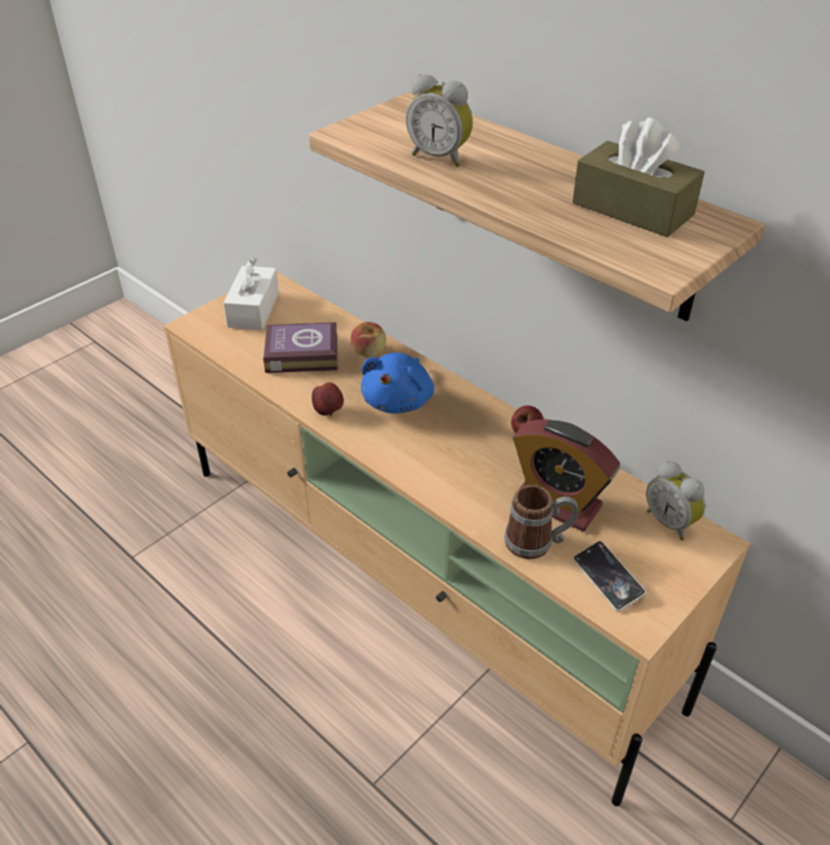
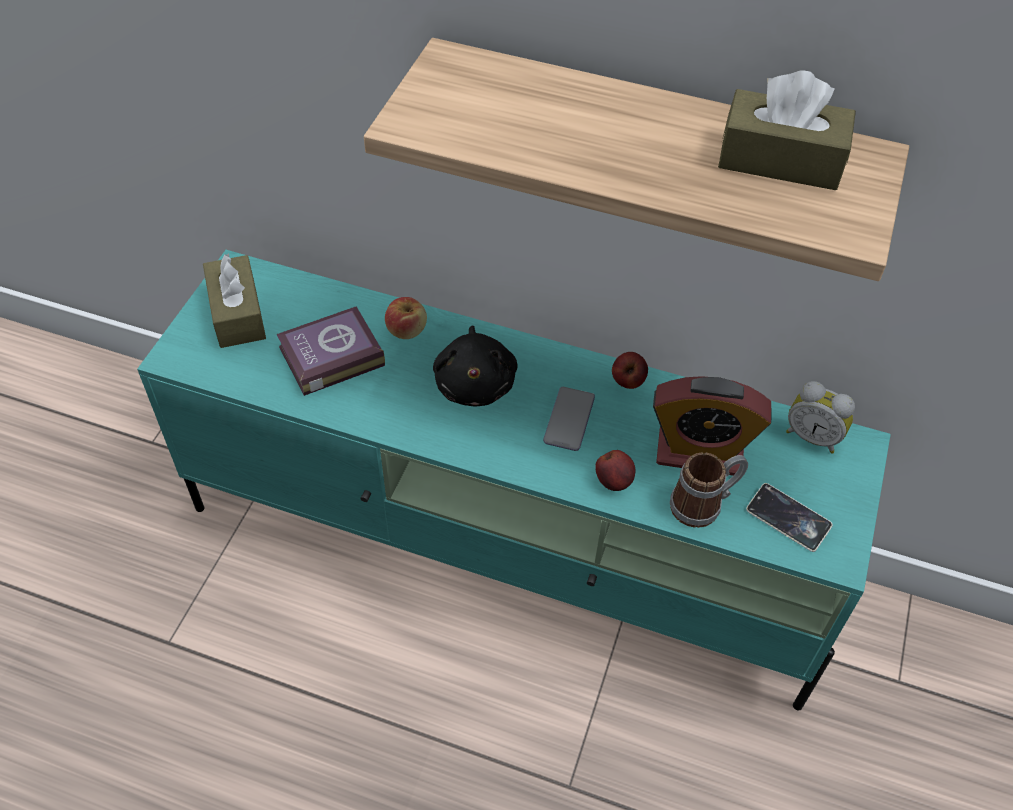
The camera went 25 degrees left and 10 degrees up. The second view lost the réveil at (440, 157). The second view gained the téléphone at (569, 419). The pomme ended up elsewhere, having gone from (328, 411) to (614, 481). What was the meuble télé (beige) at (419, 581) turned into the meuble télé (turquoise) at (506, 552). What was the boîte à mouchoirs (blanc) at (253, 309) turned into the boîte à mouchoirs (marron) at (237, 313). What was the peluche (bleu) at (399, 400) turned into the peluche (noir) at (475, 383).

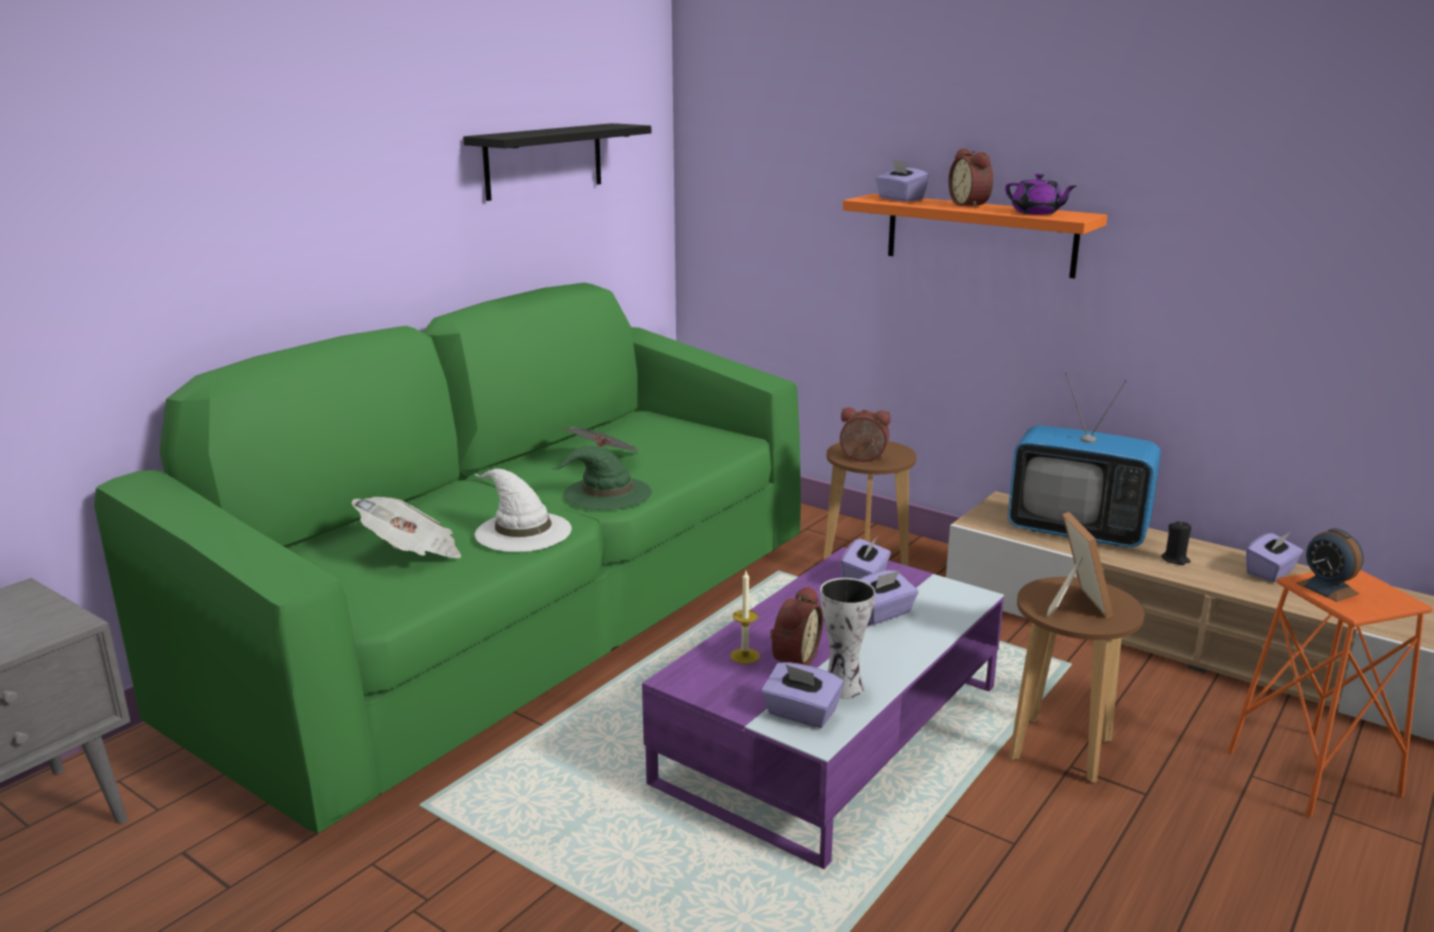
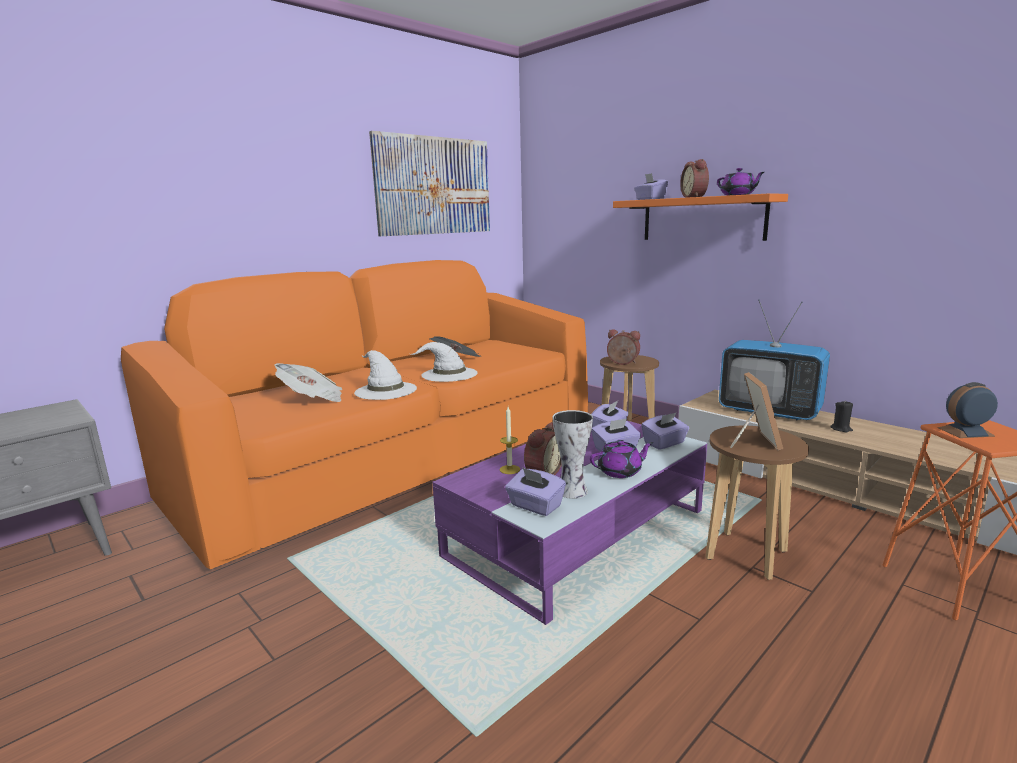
The camera went 10 degrees right and 5 degrees down. The second view gained the théière (violet) at (620, 472). The boîte à mouchoirs (violet) ended up elsewhere, having gone from (1270, 572) to (664, 443). Where the étagère (noir) hung at (544, 160), the tableau came to hang at (434, 186). What was the canapé (vert) at (521, 622) turned into the canapé (orange) at (400, 458). What was the chapeau (vert) at (606, 493) turned into the chapeau (blanc) at (448, 374). The réveil at (1327, 588) ended up facing another way, 105 degrees clockwise from before.

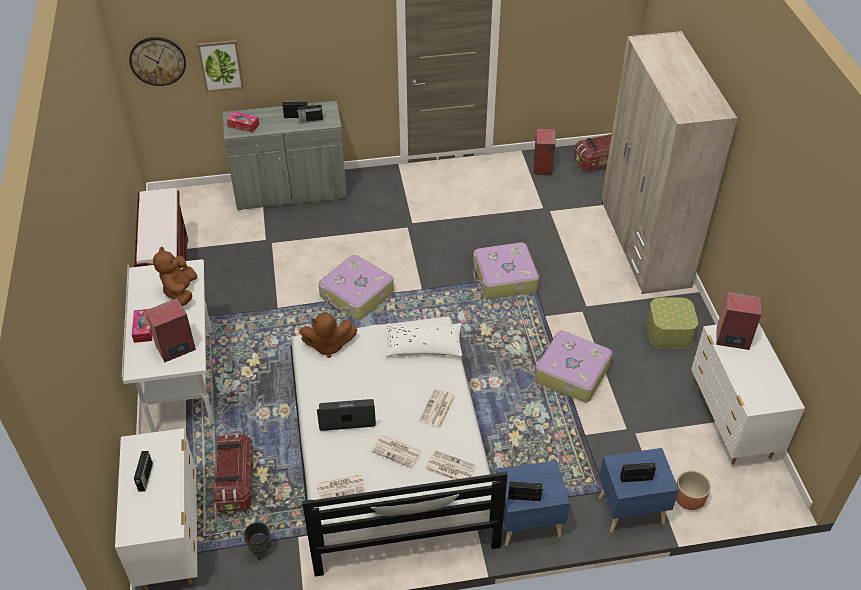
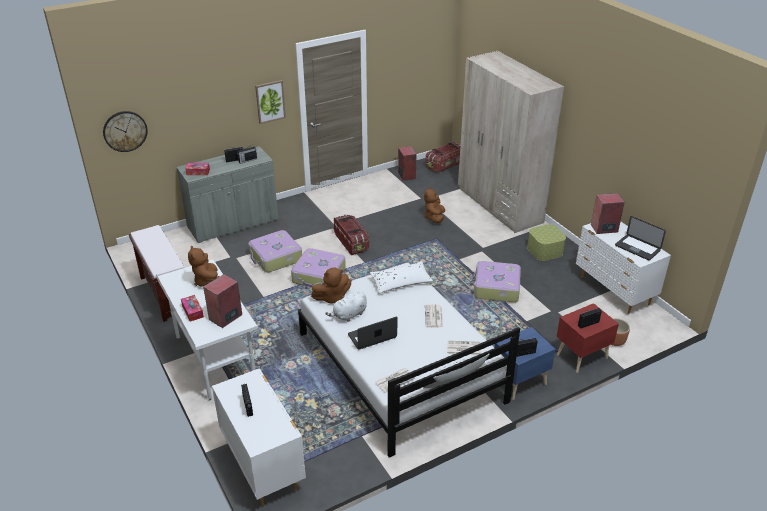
The camera went 20 degrees left and 10 degrees down. The second view lost the cache-pot (noir) at (261, 550). The second view lost the journal at (397, 451). The second view gained the peluche (blanc) at (349, 315). The second view gained the peluche (marron) at (434, 218). The second view gained the ordinateur portable at (637, 248). The tableau ended up elsewhere, having gone from (221, 65) to (270, 101). The boîte de rangement ended up elsewhere, having gone from (236, 482) to (351, 242). The valise ended up elsewhere, having gone from (504, 278) to (275, 257). What was the table de chevet (bleu) at (629, 509) turned into the table de chevet (rouge) at (581, 356).

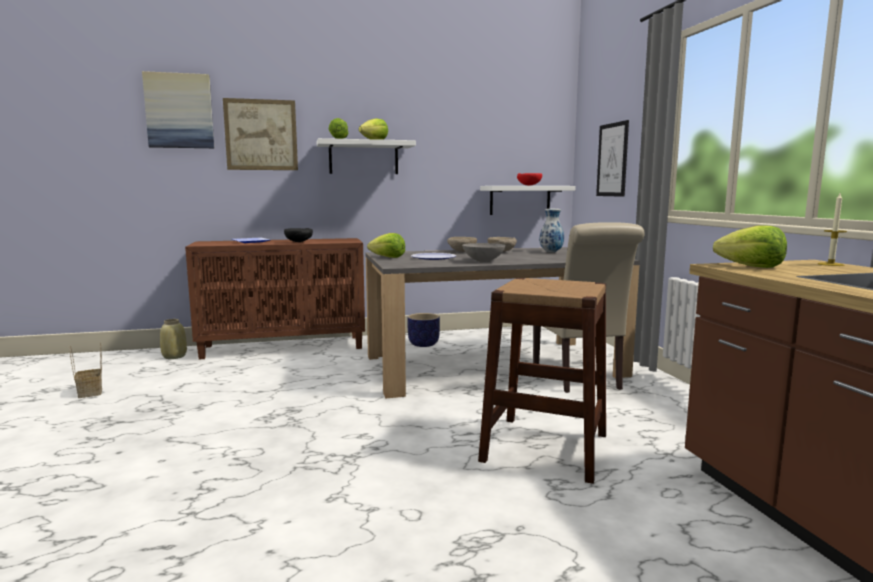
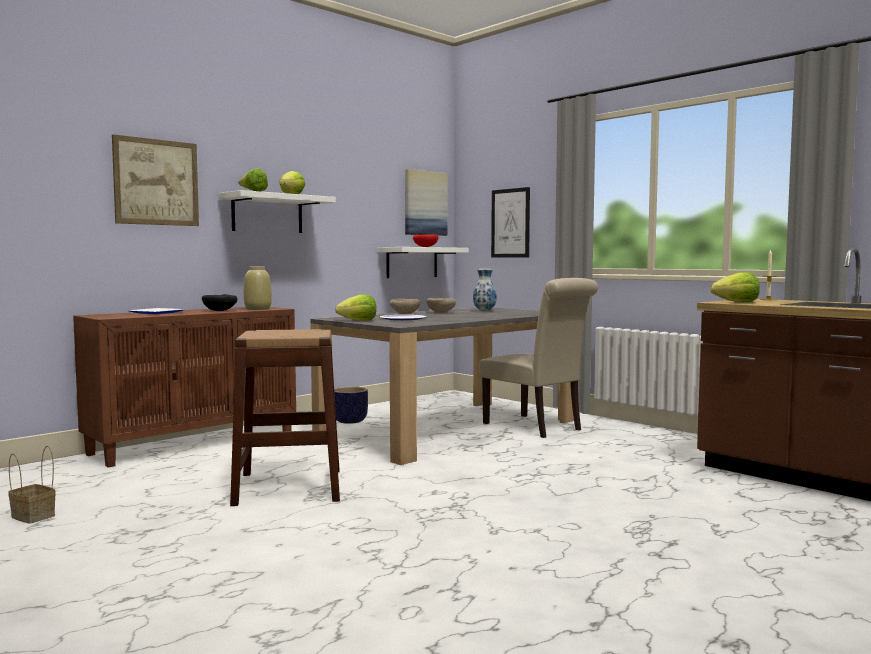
The camera went 30 degrees left and 5 degrees down. The second view lost the bol (gris) at (483, 261). The tableau ended up elsewhere, having gone from (179, 111) to (425, 203). The vase (beige) ended up elsewhere, having gone from (174, 356) to (257, 309). The tabouret (marron) ended up elsewhere, having gone from (545, 447) to (288, 487).

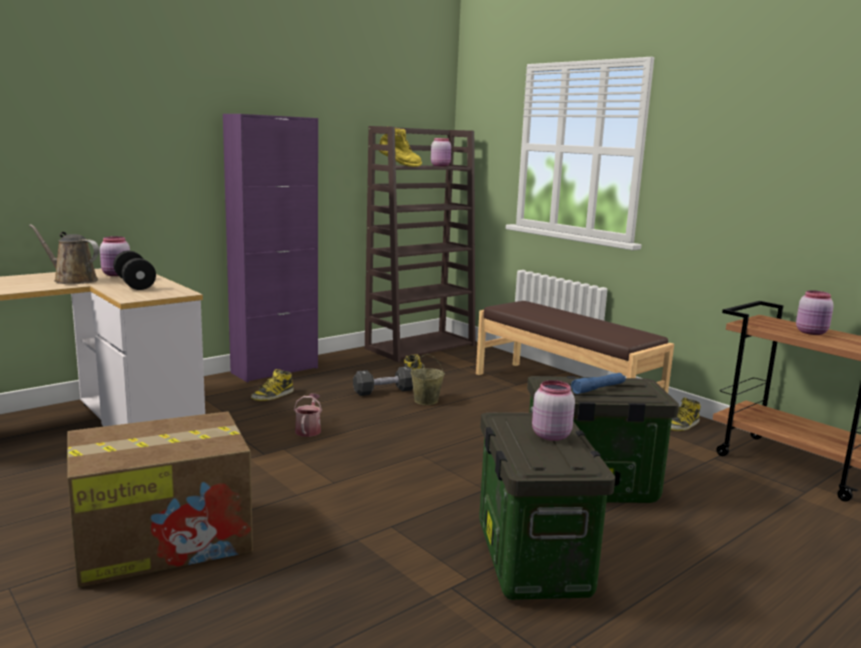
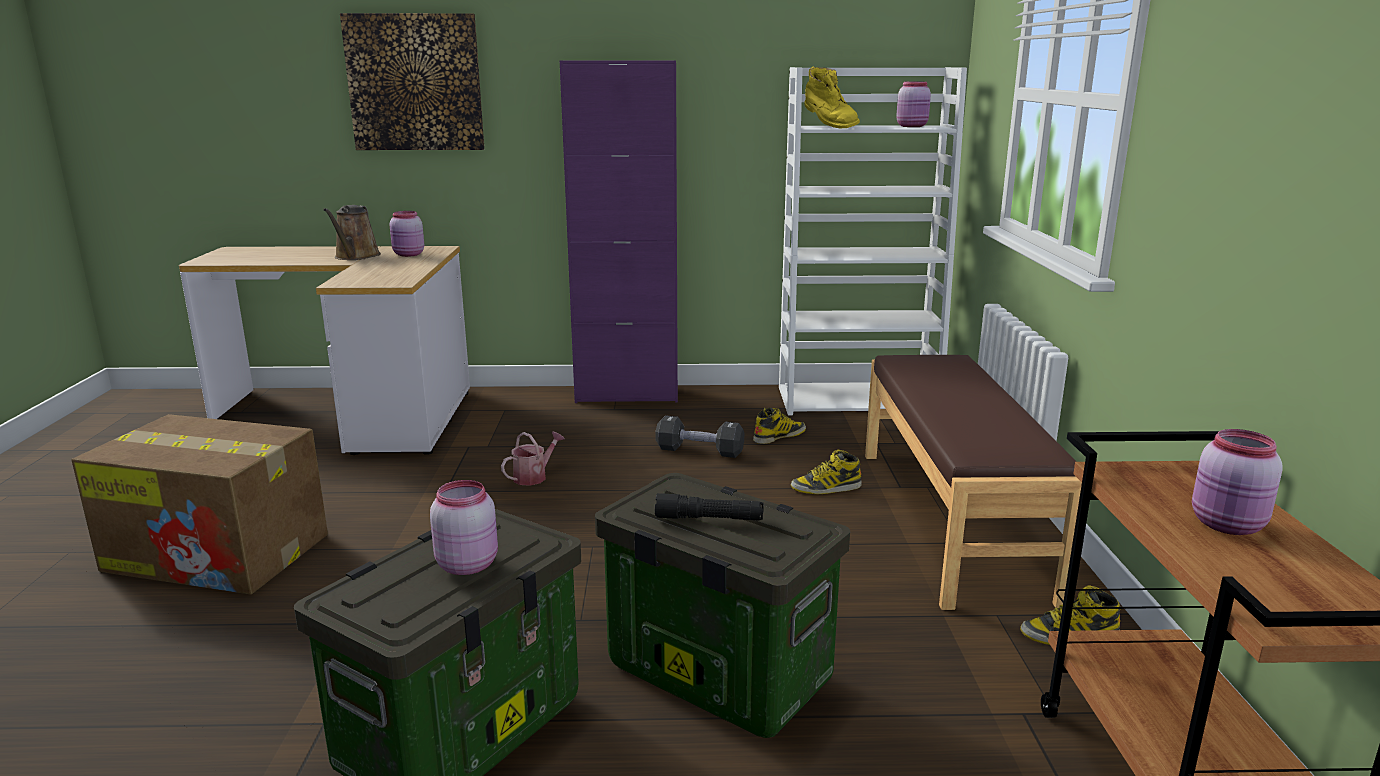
The camera went 40 degrees right and 5 degrees up. The second view lost the haltère (noir) at (135, 284). The second view lost the seau (beige) at (425, 401). The second view gained the tableau at (415, 83). The botte ended up elsewhere, having gone from (273, 396) to (826, 488). What was the bibliothèque (marron) at (421, 346) turned into the bibliothèque (blanc) at (859, 400). What was the lampe de poche (bleu) at (598, 388) turned into the lampe de poche (noir) at (709, 519). The arrosoir (marron) at (72, 280) ended up facing another way, 150 degrees counterclockwise from before.

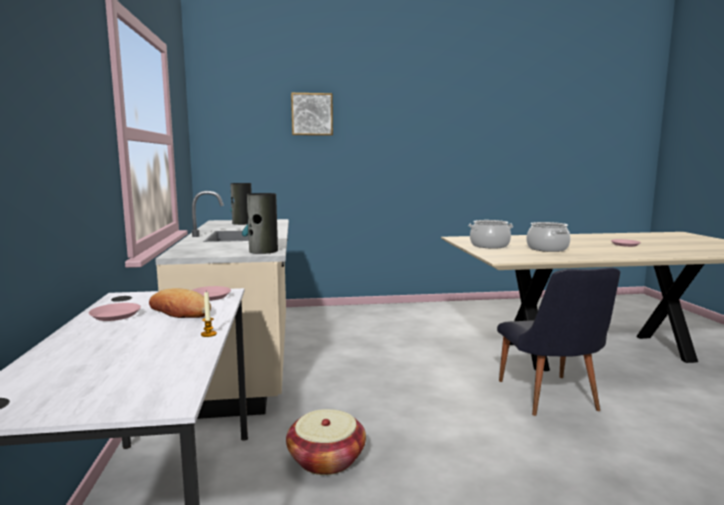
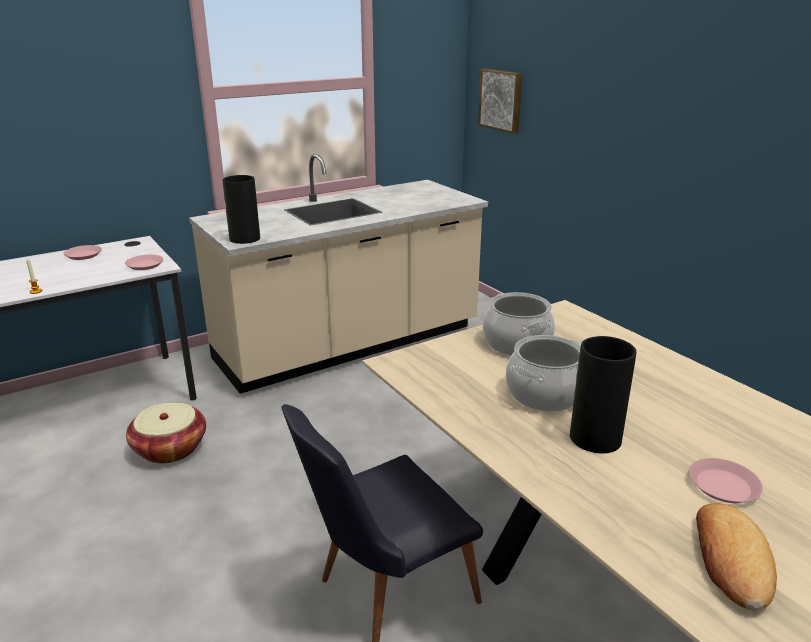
The camera went 65 degrees right and 15 degrees up. The pain ended up elsewhere, having gone from (180, 311) to (730, 561). The vase ended up elsewhere, having gone from (242, 223) to (594, 437). The tableau ended up elsewhere, having gone from (312, 114) to (501, 100).

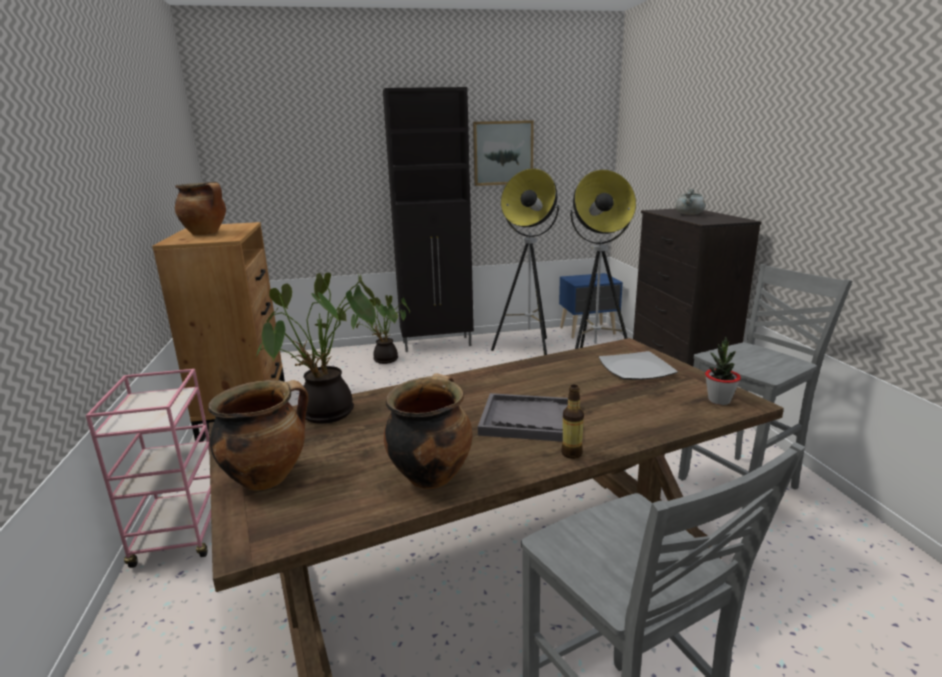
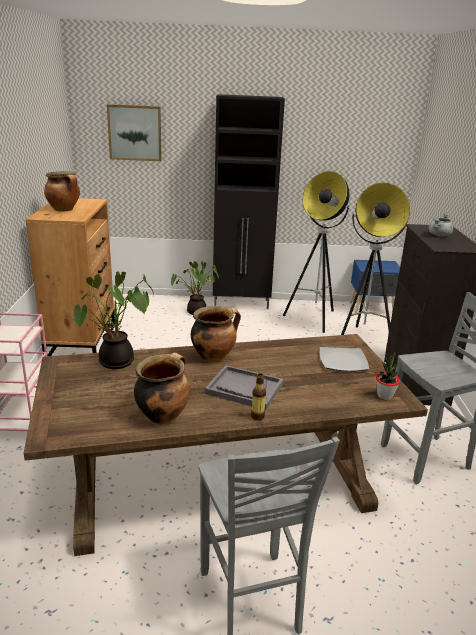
The camera went 10 degrees right and 5 degrees up. The marmite ended up elsewhere, having gone from (268, 477) to (214, 356). The tableau ended up elsewhere, having gone from (503, 153) to (135, 133).

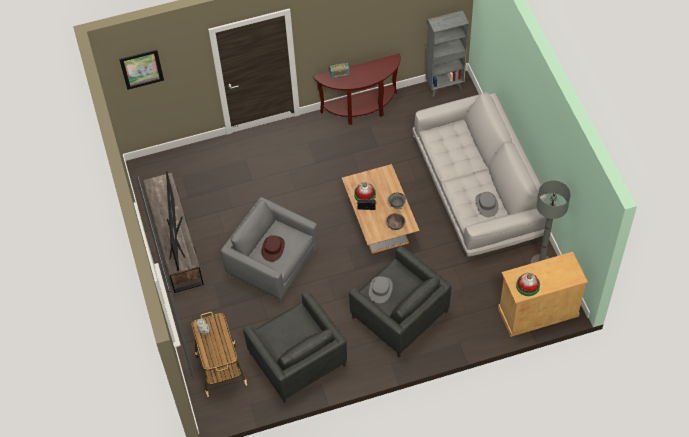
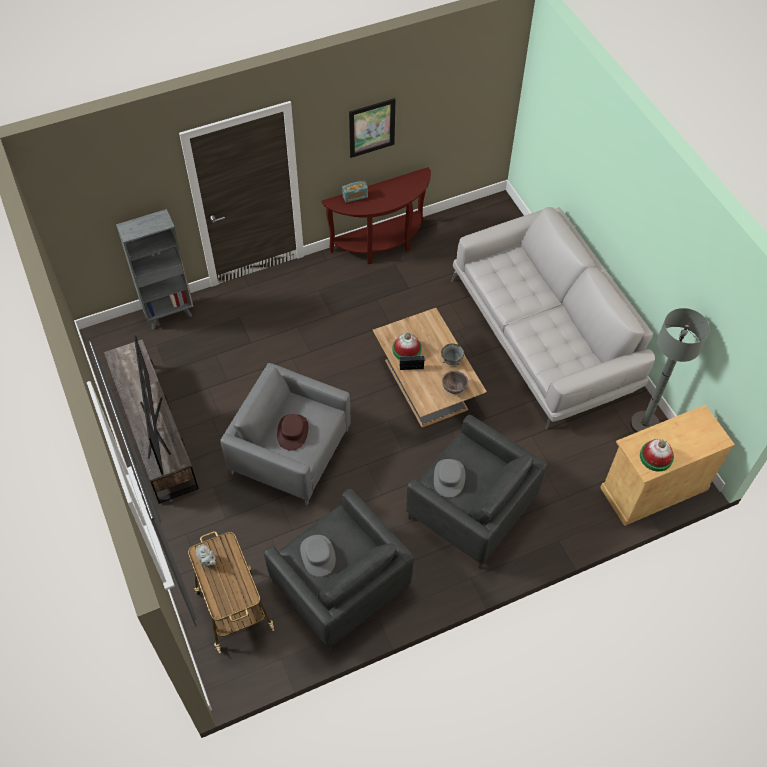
The camera went 10 degrees left and 0 degrees up. The tableau ended up elsewhere, having gone from (141, 69) to (371, 128). The bibliothèque (gris) ended up elsewhere, having gone from (445, 86) to (169, 313). The chapeau (gris) ended up elsewhere, having gone from (486, 204) to (318, 555).

